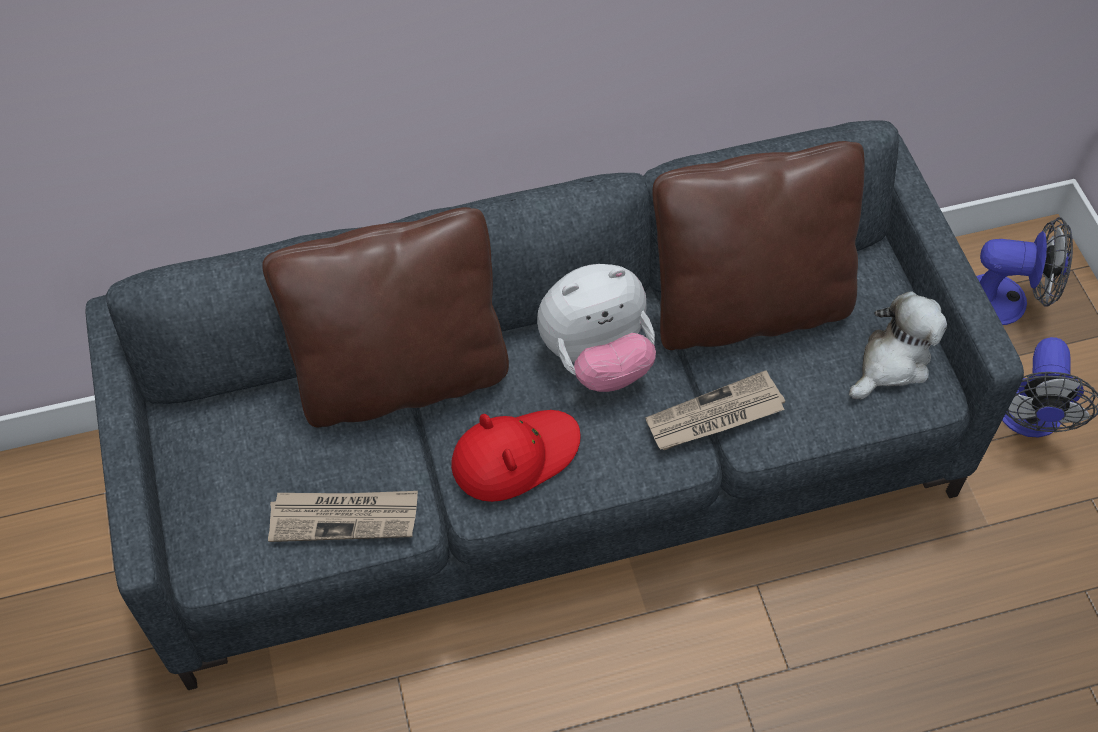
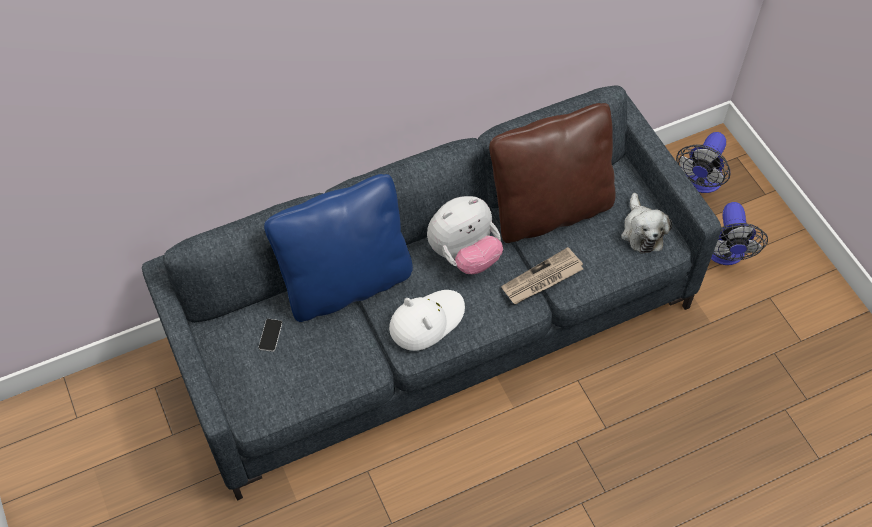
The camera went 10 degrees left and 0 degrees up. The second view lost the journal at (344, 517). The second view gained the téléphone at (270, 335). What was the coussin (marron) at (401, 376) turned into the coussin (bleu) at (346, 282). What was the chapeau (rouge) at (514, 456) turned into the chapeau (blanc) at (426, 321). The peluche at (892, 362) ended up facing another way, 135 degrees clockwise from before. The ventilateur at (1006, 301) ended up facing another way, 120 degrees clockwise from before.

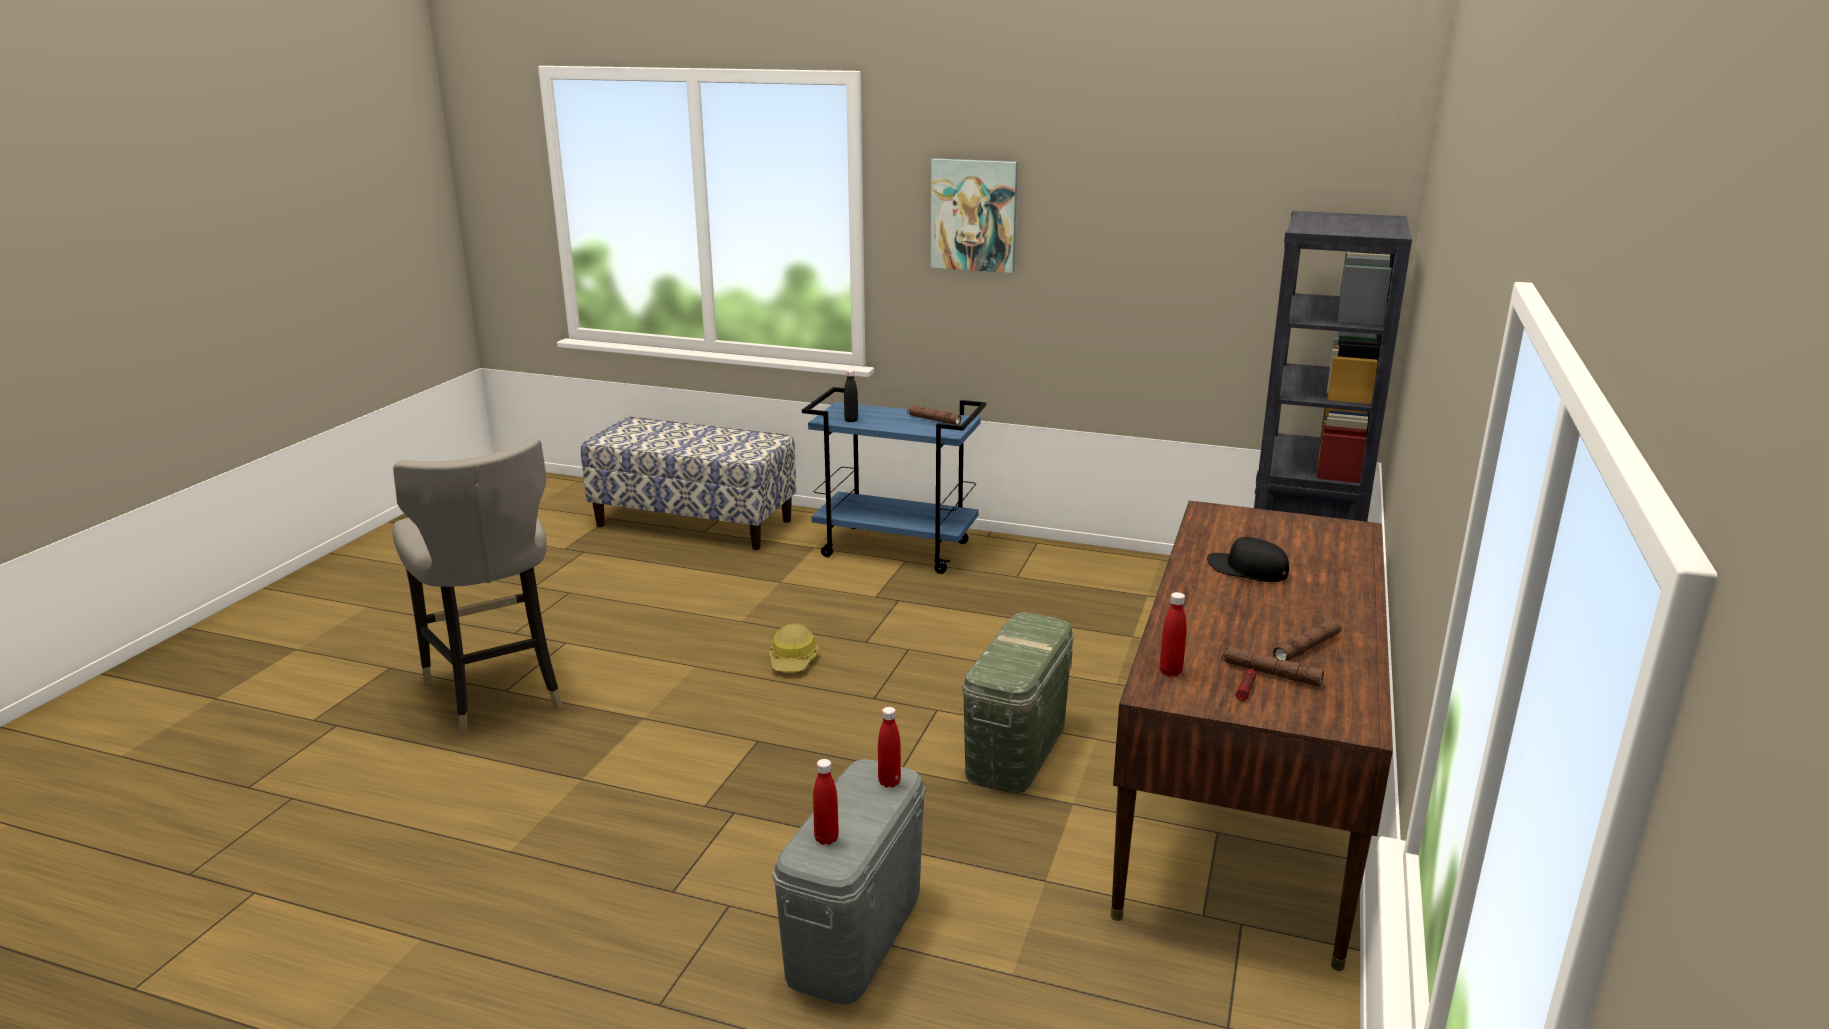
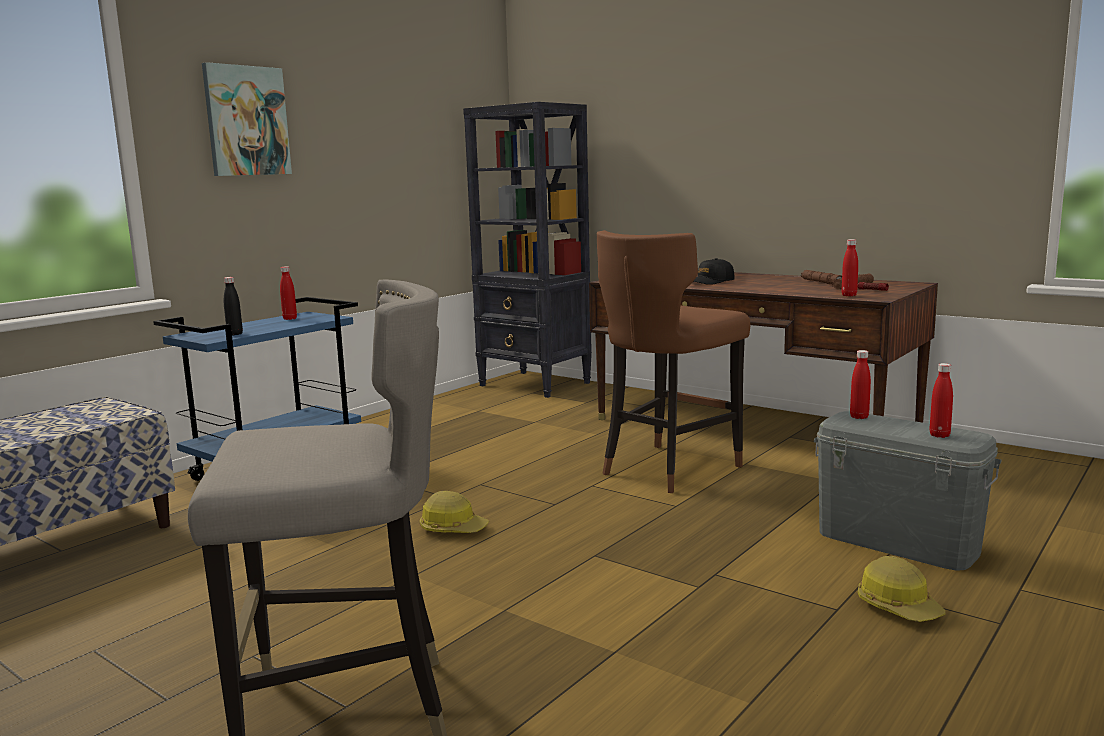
The camera went 70 degrees left and 10 degrees down. The second view gained the casque de chantier at (898, 606). Where the lampe de poche (marron) stood at (934, 420), the bouteille (rouge) came to stand at (290, 319). Where the boîte de rangement (vert) stood at (1016, 749), the tabouret (marron) came to stand at (667, 469).

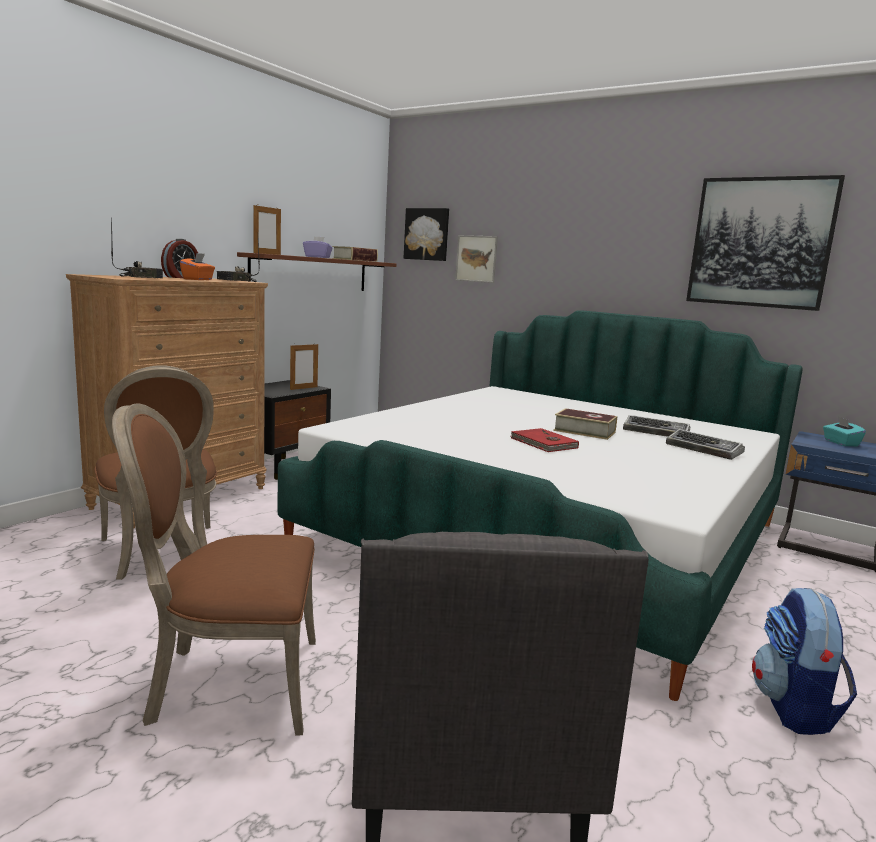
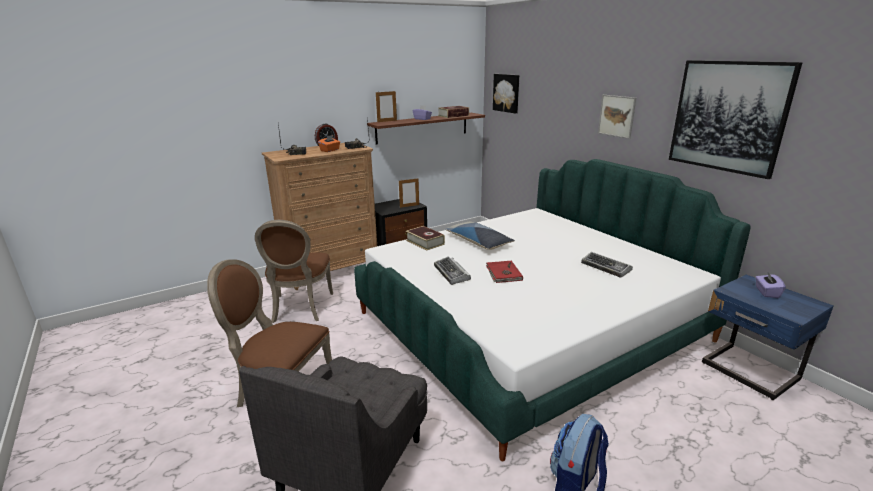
The camera went 25 degrees right and 10 degrees up. The second view gained the coussin at (478, 242). The tableau ended up elsewhere, having gone from (476, 258) to (616, 116). The livre ended up elsewhere, having gone from (584, 431) to (425, 242). The clavier ended up elsewhere, having gone from (704, 450) to (452, 274). What was the boîte à mouchoirs (turquoise) at (840, 443) turned into the boîte à mouchoirs (violet) at (766, 292).

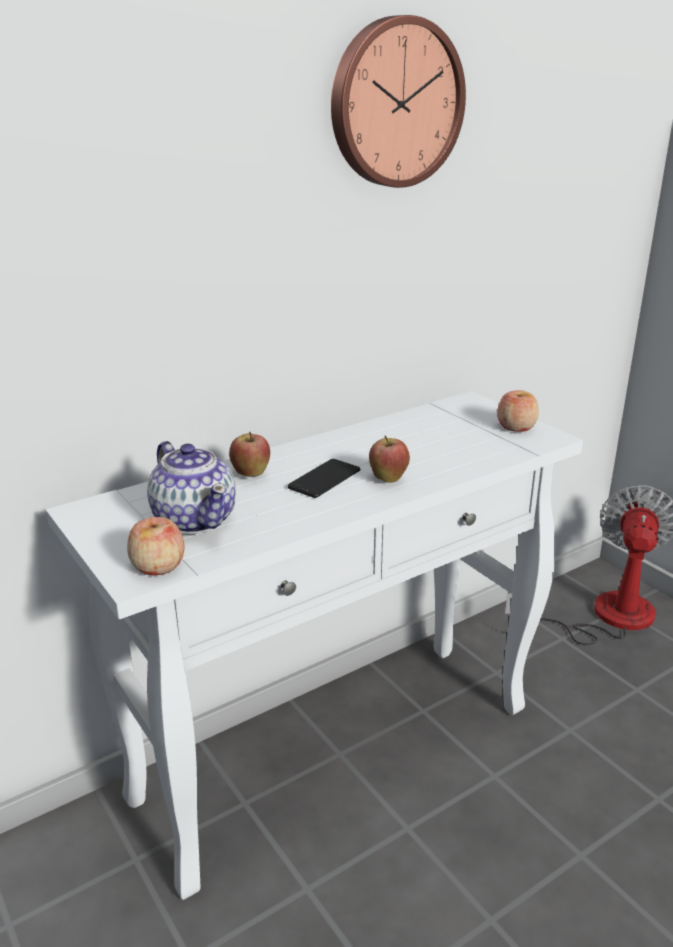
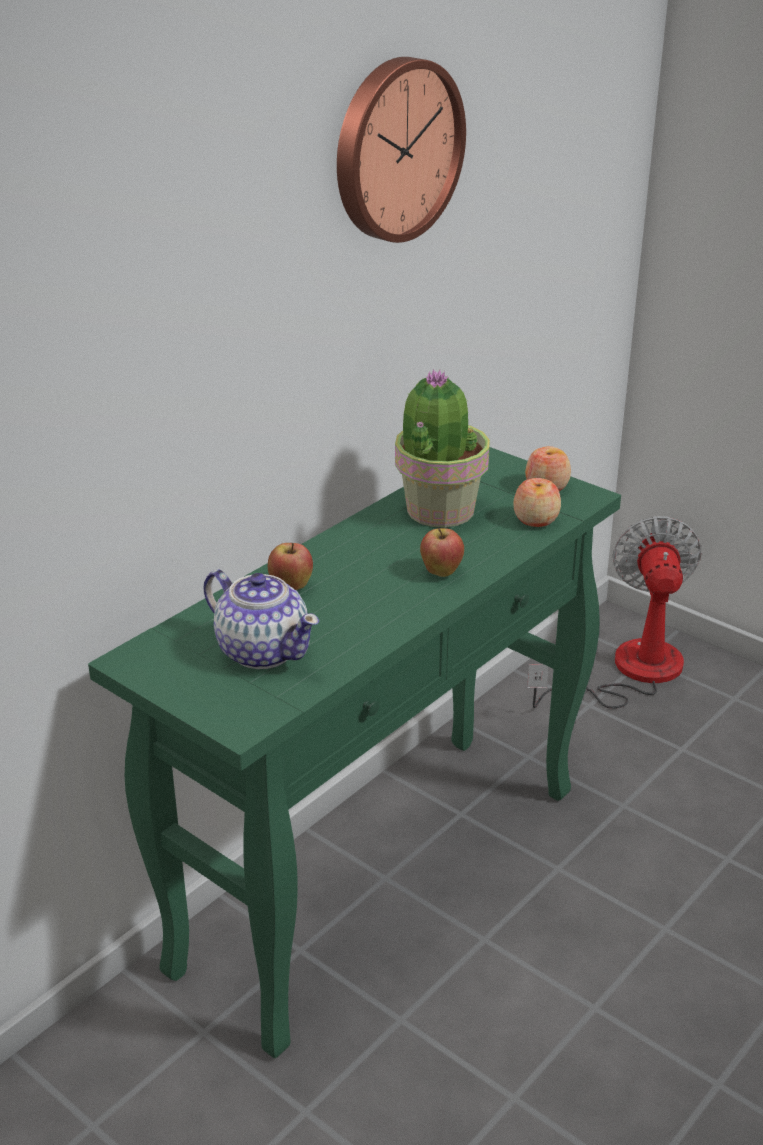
The camera went 15 degrees left and 5 degrees up. The second view lost the téléphone at (324, 479). The second view gained the plante en pot at (439, 511). The pomme ended up elsewhere, having gone from (158, 565) to (536, 519). What was the table console (blanc) at (338, 750) turned into the table console (vert) at (382, 874).

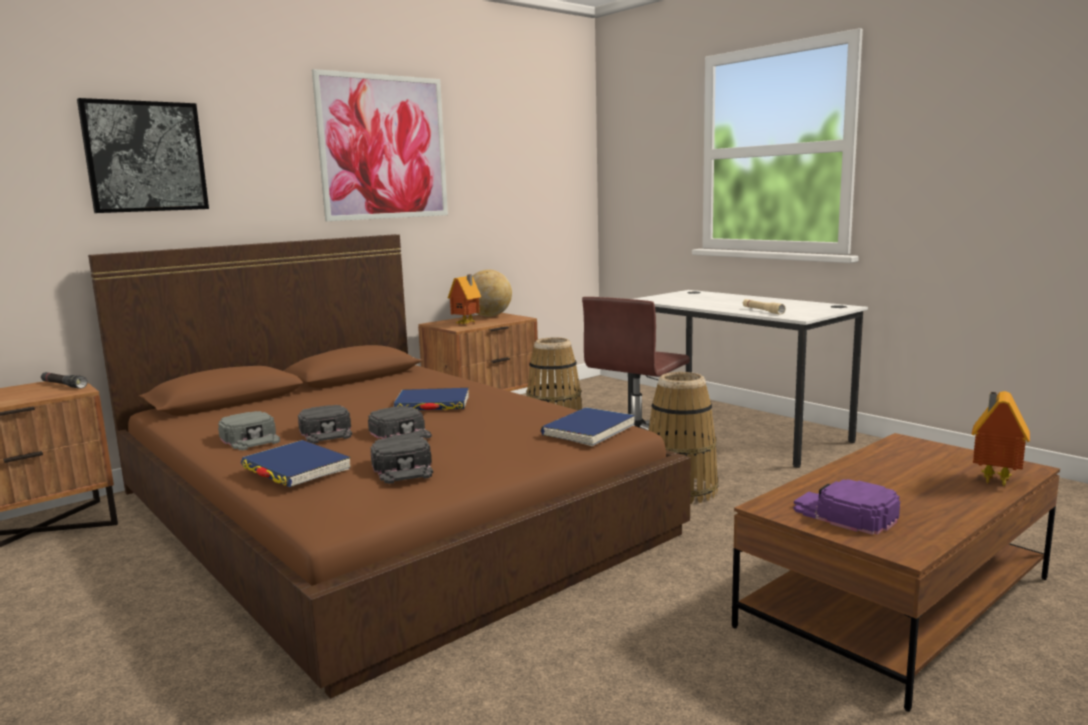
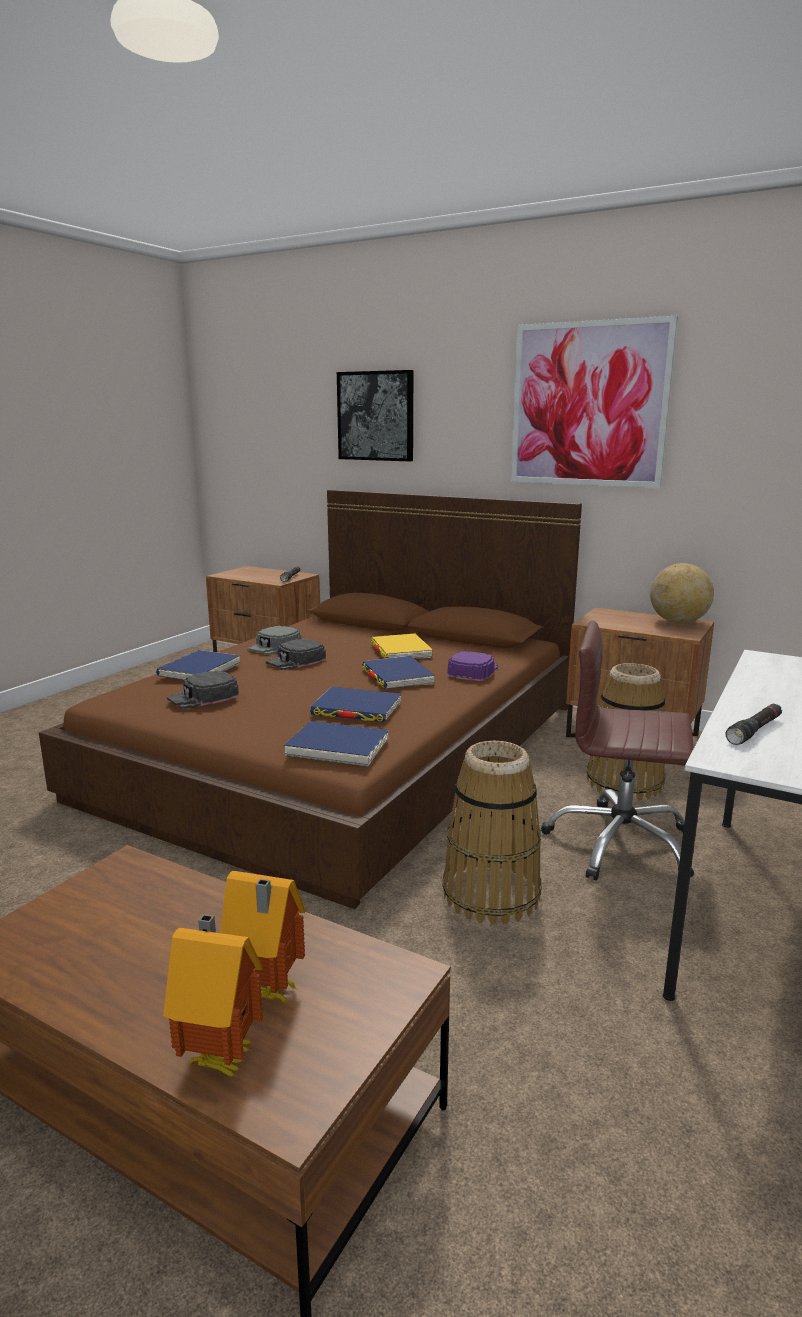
The camera went 70 degrees right and 5 degrees up. The second view lost the casquette (noir) at (401, 433). The second view gained the livre (bleu) at (356, 709). The second view gained the livre (jaune) at (400, 651). The maison miniature ended up elsewhere, having gone from (467, 324) to (266, 995). The casquette (violet) ended up elsewhere, having gone from (845, 514) to (473, 671). What was the lampe de poche (beige) at (762, 311) turned into the lampe de poche (noir) at (754, 731).

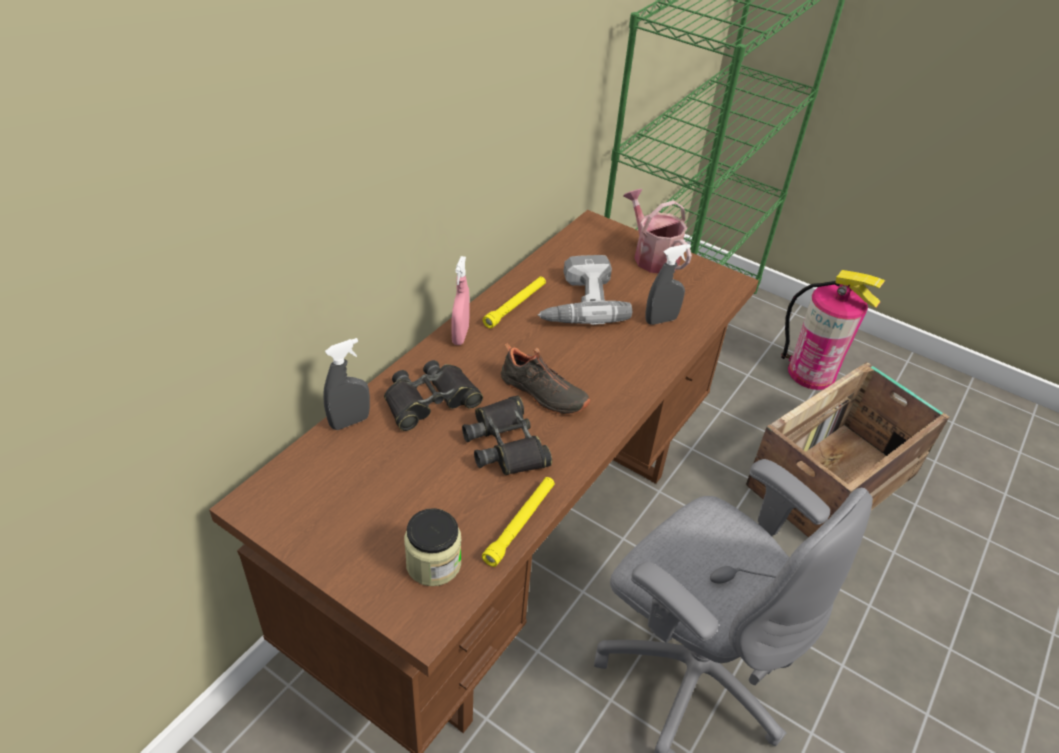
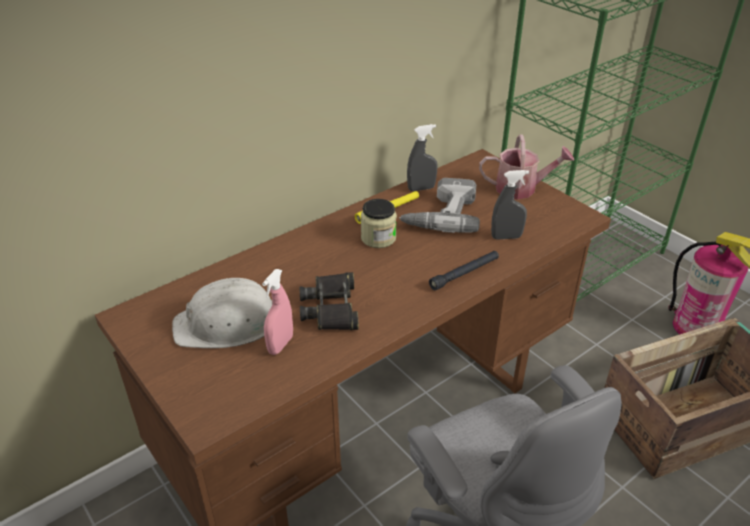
The camera went 20 degrees right and 5 degrees down. The second view lost the jumelles (noir) at (430, 401). The second view lost the lampe de poche (jaune) at (520, 524). The second view lost the chaussure (noir) at (542, 394). The second view gained the casque de chantier (blanc) at (227, 323). The second view gained the lampe de poche (noir) at (464, 274). The vaporisateur (gris) ended up elsewhere, having gone from (349, 422) to (421, 188). The bocal ended up elsewhere, having gone from (433, 563) to (378, 238). The vaporisateur (rose) ended up elsewhere, having gone from (460, 335) to (280, 345). The arrosoir at (652, 256) ended up facing another way, 105 degrees clockwise from before.

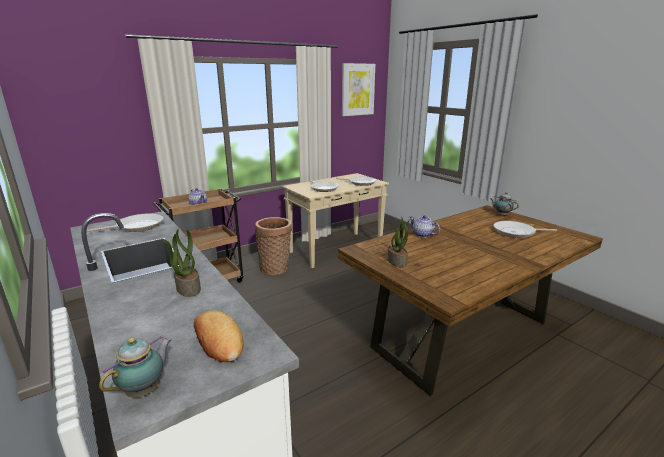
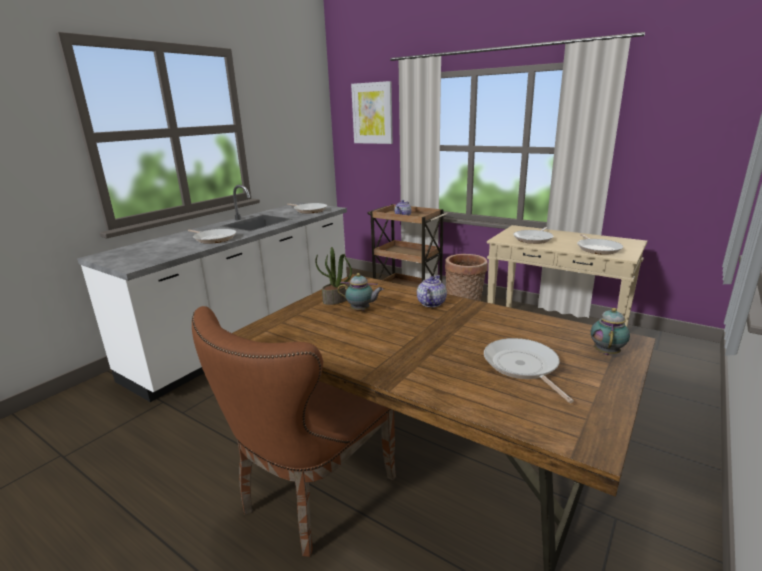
The camera went 70 degrees right and 0 degrees up. The second view lost the pain at (218, 341). The second view gained the chaise (marron) at (310, 498). The théière ended up elsewhere, having gone from (145, 390) to (361, 310). The tableau ended up elsewhere, having gone from (357, 89) to (372, 113). Where the plante en pot stood at (187, 288), the poêle came to stand at (214, 238).

